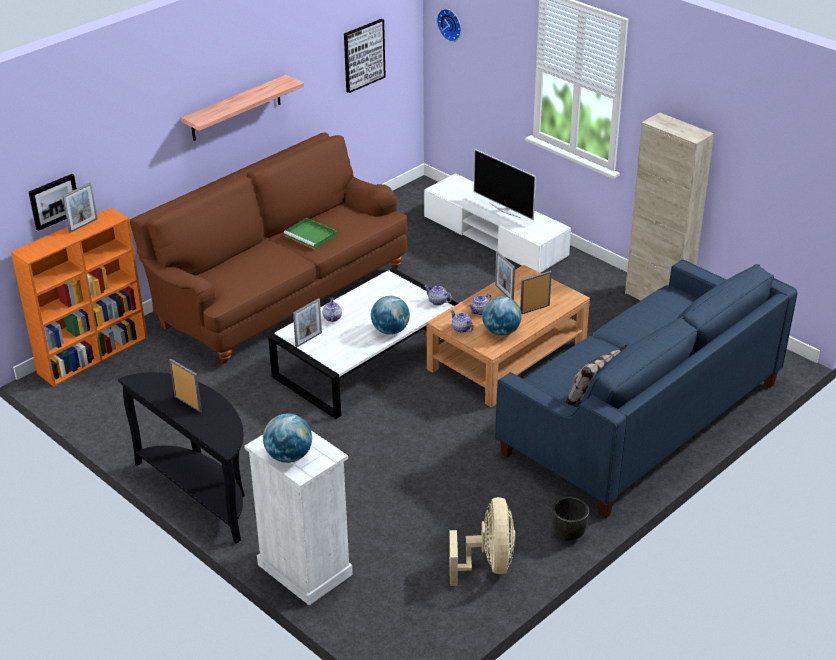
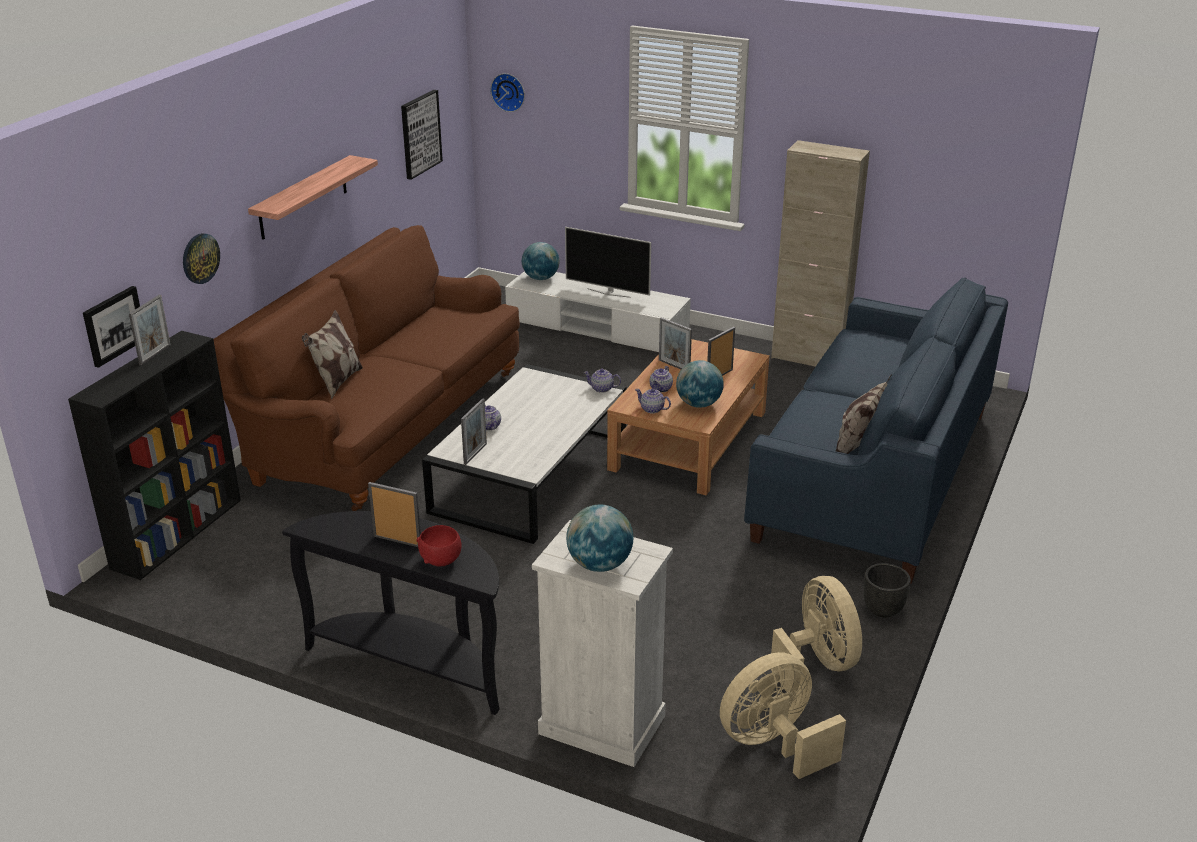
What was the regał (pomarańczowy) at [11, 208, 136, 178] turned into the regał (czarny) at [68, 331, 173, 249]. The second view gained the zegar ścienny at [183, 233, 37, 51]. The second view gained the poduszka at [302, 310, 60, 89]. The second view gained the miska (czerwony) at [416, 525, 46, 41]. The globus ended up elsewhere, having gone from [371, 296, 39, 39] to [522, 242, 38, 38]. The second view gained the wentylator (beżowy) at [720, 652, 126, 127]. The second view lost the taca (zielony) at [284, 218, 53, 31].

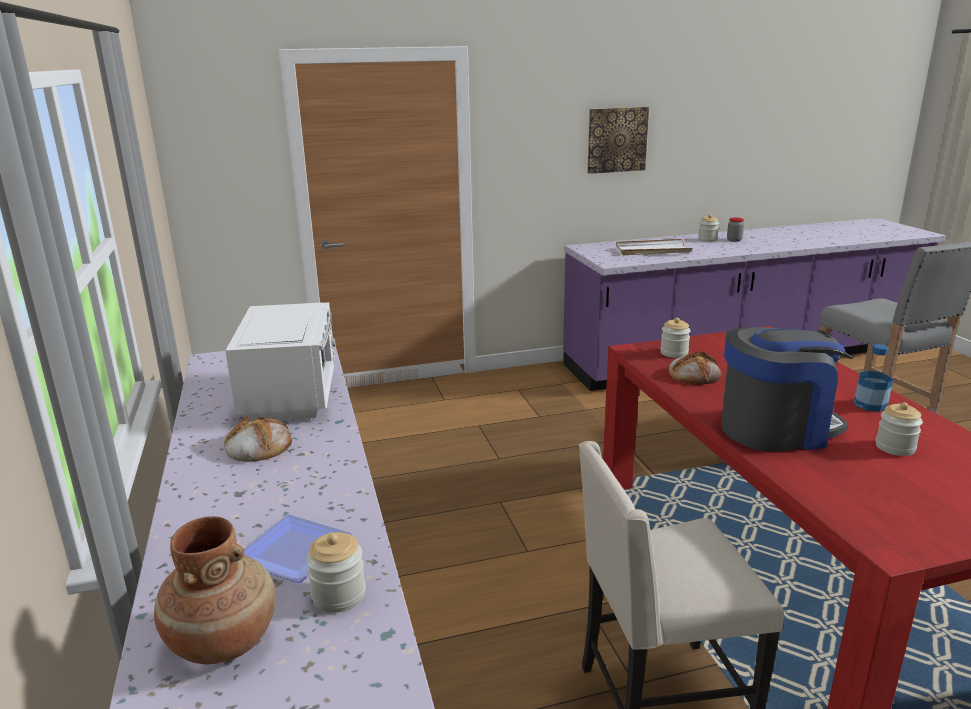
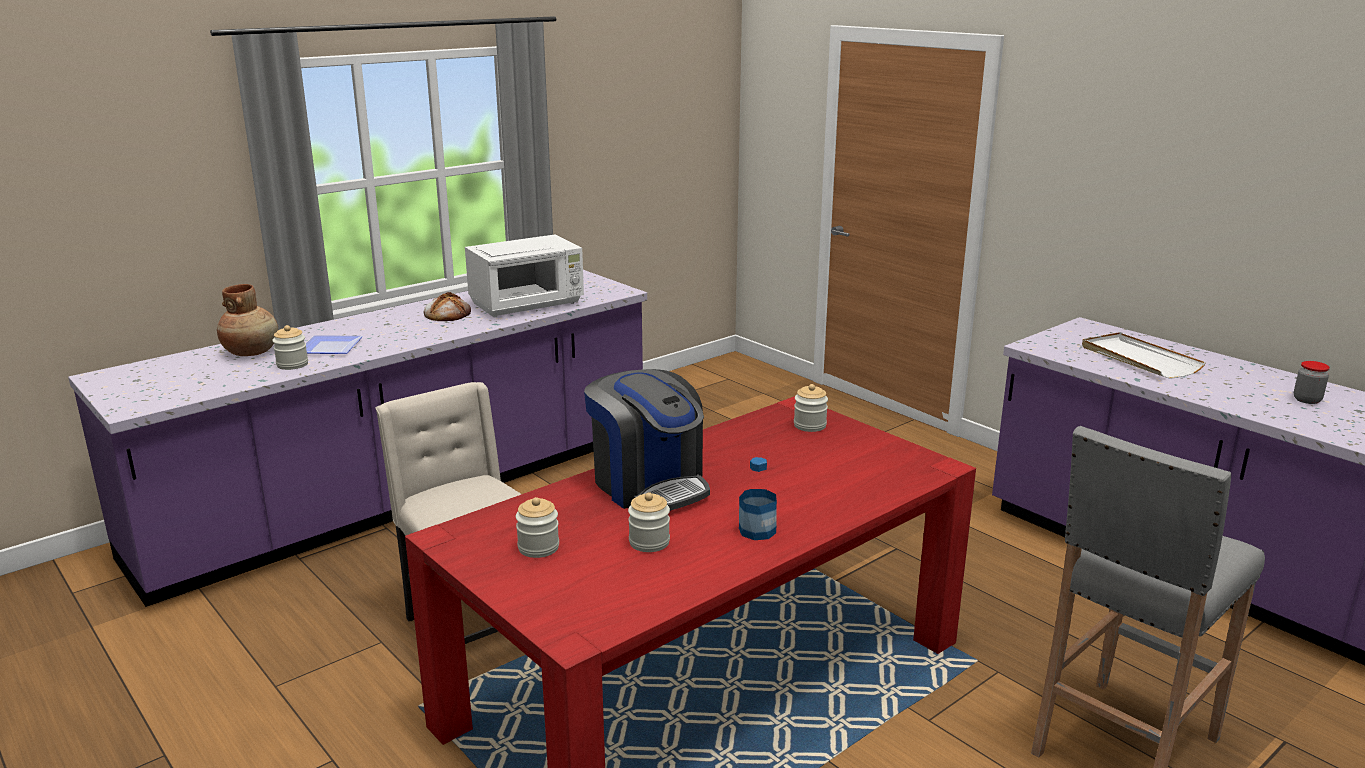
The słoik ended up elsewhere, having gone from [698, 214, 21, 28] to [516, 497, 43, 61]. The second view lost the obraz at [588, 107, 61, 67]. The second view lost the chleb at [669, 352, 52, 33].

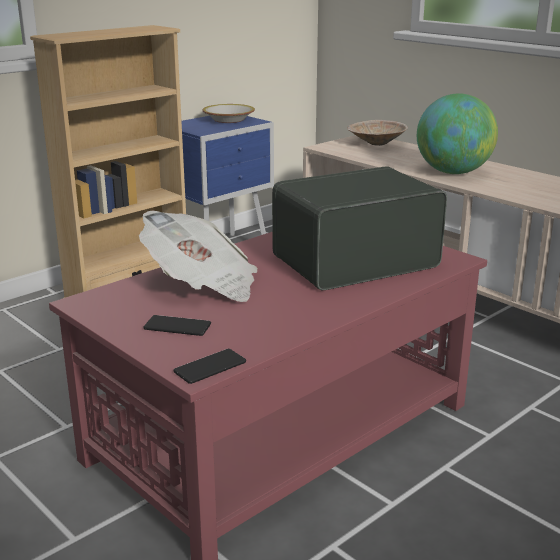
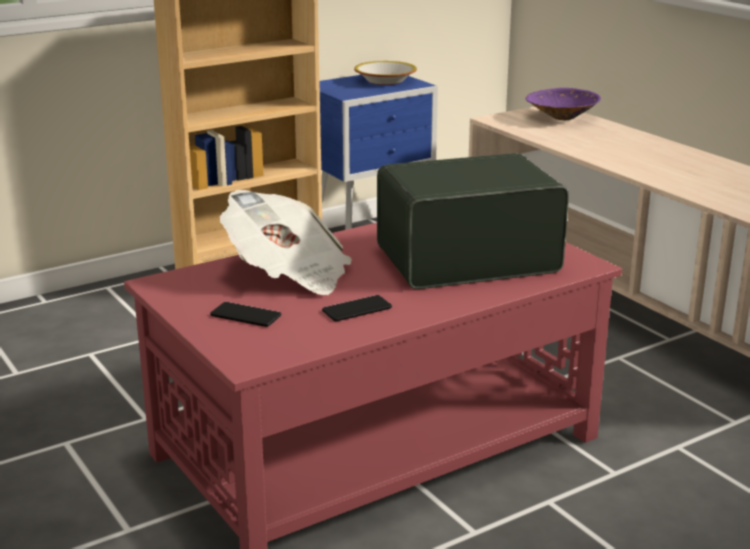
The telefon ended up elsewhere, having gone from [173, 349, 73, 35] to [322, 295, 70, 26]. What was the miska (beżowy) at [347, 120, 61, 26] turned into the miska (fioletowy) at [526, 88, 75, 32]. The second view lost the globus at [417, 93, 81, 81].

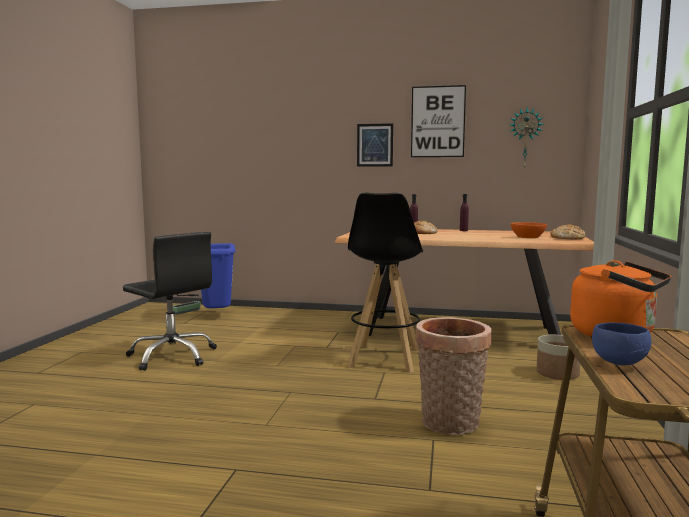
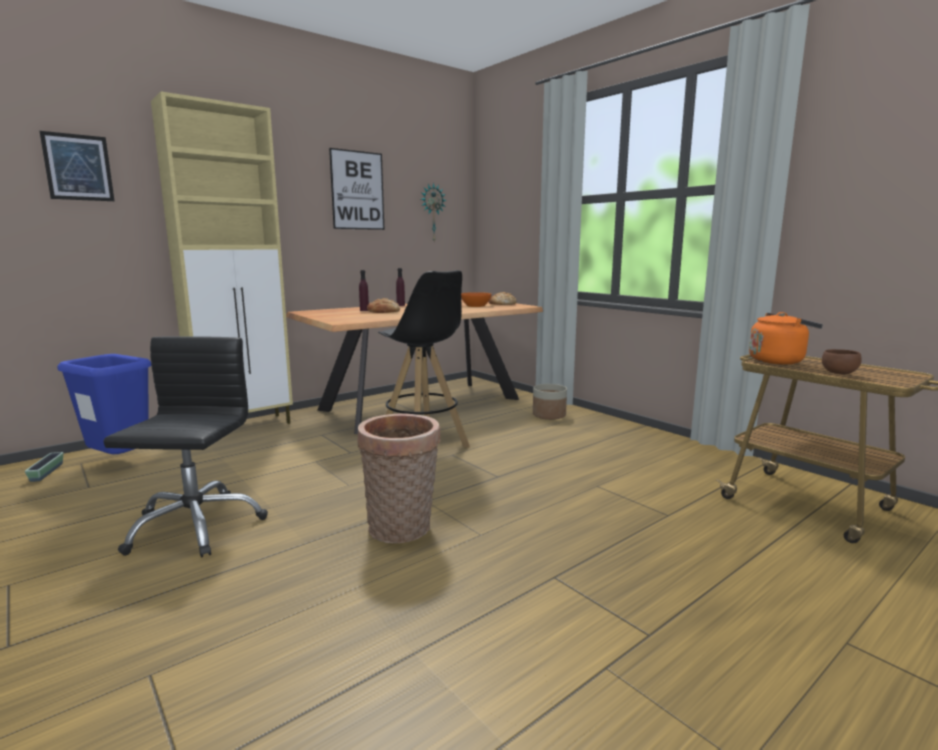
The obraz ended up elsewhere, having gone from [357, 123, 36, 44] to [39, 131, 76, 70]. The krzesło biurowe (czarny) at [123, 232, 94, 139] ended up facing another way, 75 degrees counterclockwise from before. The second view gained the szafka (beżowy) at [151, 91, 142, 333]. The koszyk ended up elsewhere, having gone from [415, 317, 76, 117] to [358, 414, 82, 129]. What was the miska (niebieski) at [592, 323, 59, 42] turned into the miska (brązowy) at [822, 349, 40, 25].

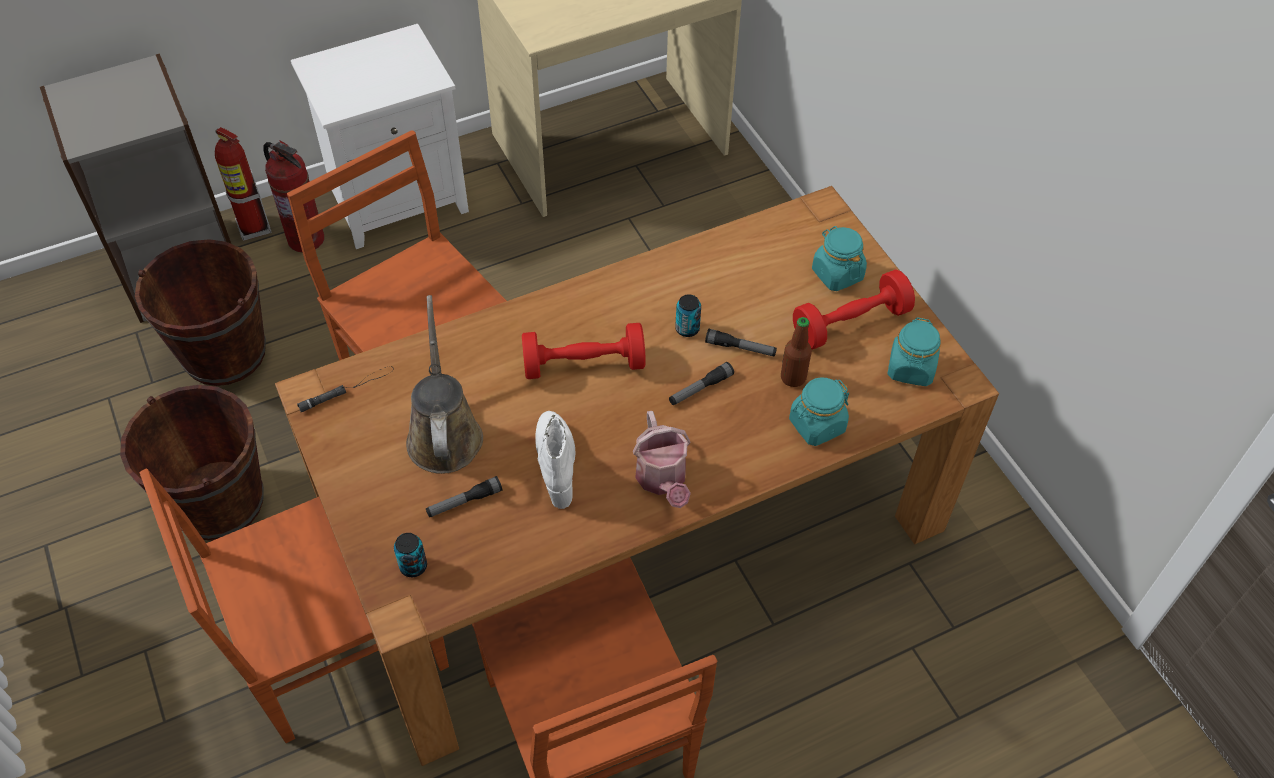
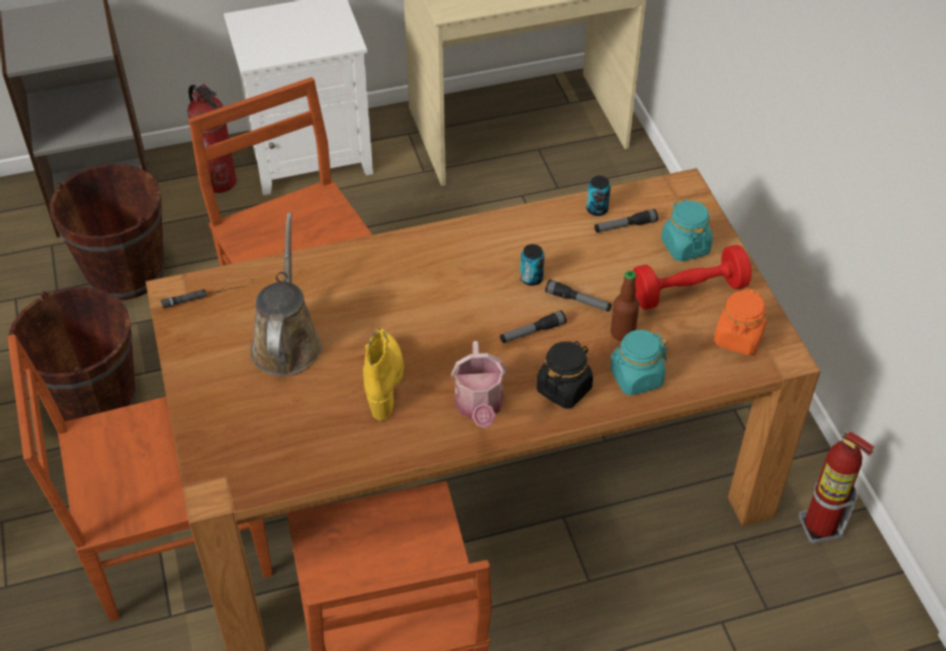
What was the but z cholewką (biały) at [535, 411, 41, 98] turned into the but z cholewką (żółty) at [363, 328, 41, 93]. The second view gained the słoik (czarny) at [536, 341, 57, 68]. The puszka ended up elsewhere, having gone from [394, 533, 33, 44] to [586, 176, 25, 40]. The latarka ended up elsewhere, having gone from [426, 476, 76, 41] to [594, 209, 64, 23]. What was the słoik (turkusowy) at [888, 317, 53, 69] turned into the słoik (pomarańczowy) at [714, 288, 53, 67]. The gaśnica ended up elsewhere, having gone from [215, 127, 56, 114] to [798, 431, 77, 113]. The second view lost the hantel (czerwony) at [522, 323, 124, 56].

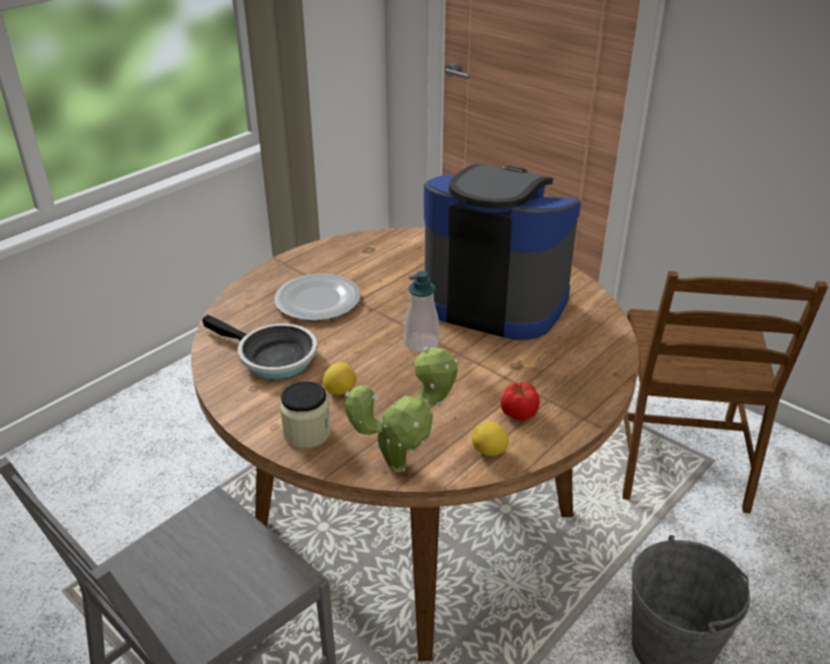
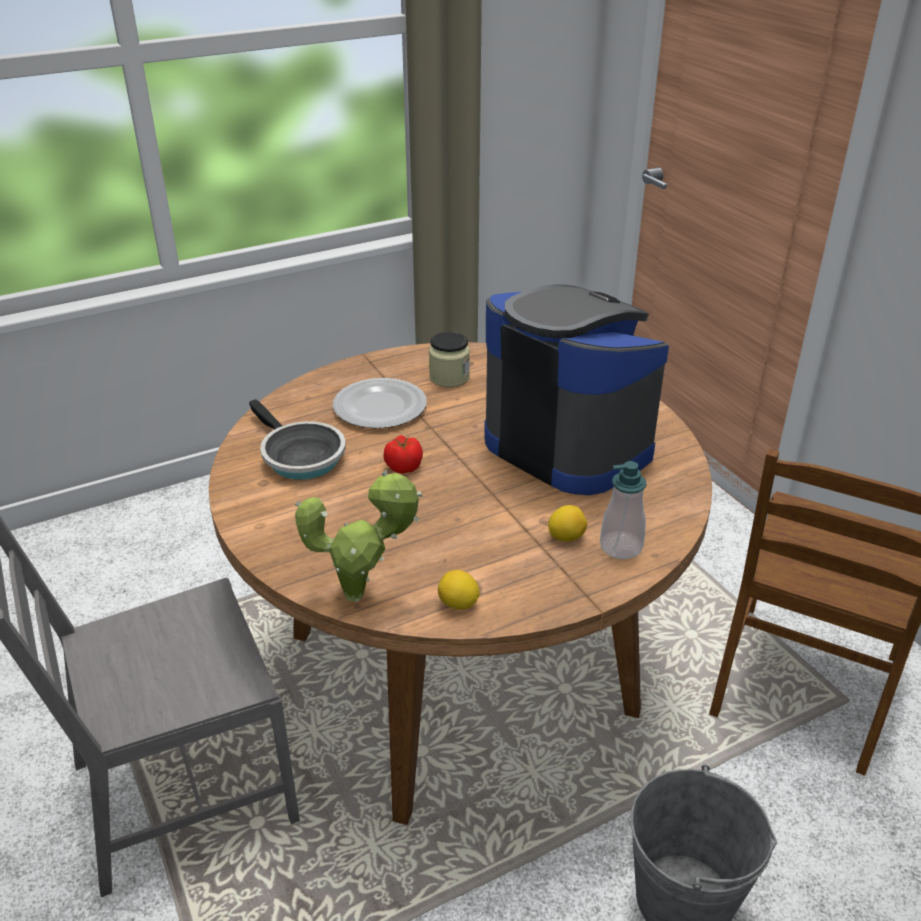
The pomidor ended up elsewhere, having gone from [501, 382, 39, 38] to [383, 435, 40, 39]. The słoik ended up elsewhere, having gone from [280, 381, 51, 67] to [429, 332, 41, 55]. The cytryna ended up elsewhere, having gone from [323, 362, 34, 33] to [548, 505, 39, 37]. The dozownik mydła ended up elsewhere, having gone from [404, 271, 35, 81] to [600, 461, 47, 98].

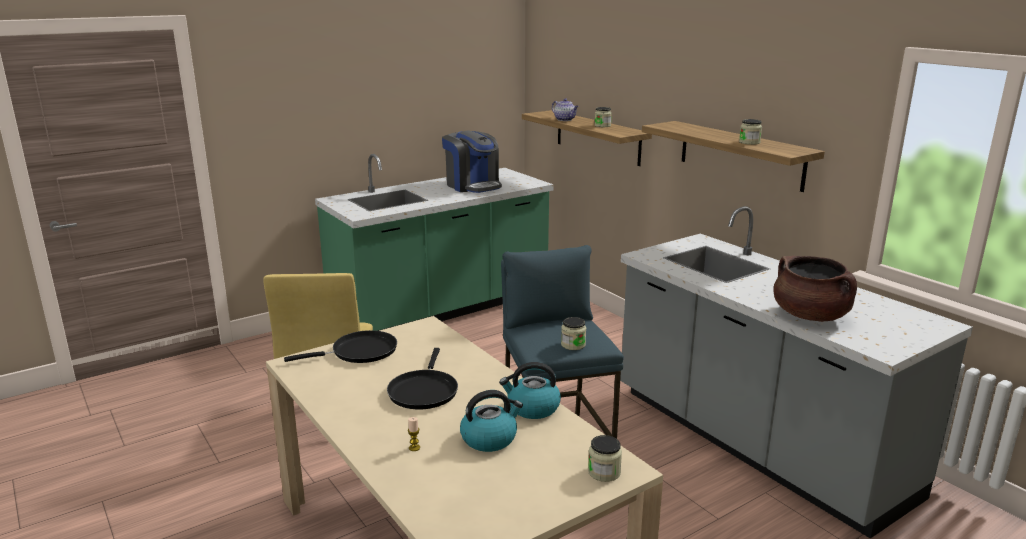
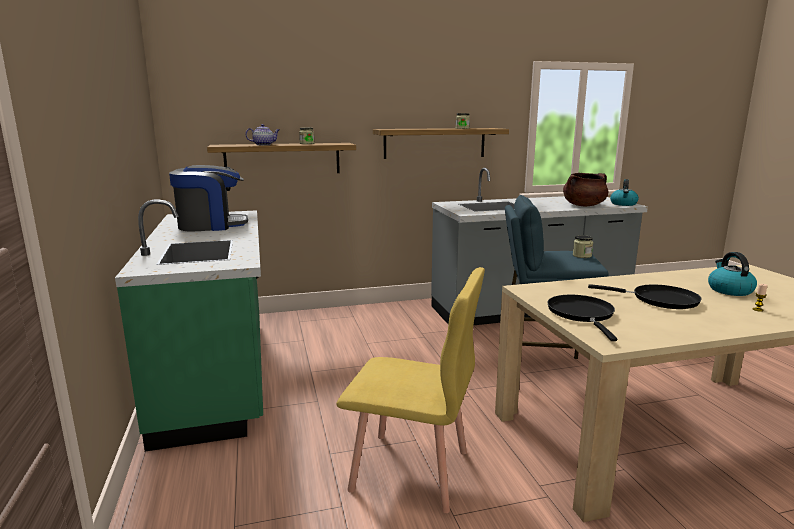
The czajnik ended up elsewhere, having gone from [499, 362, 62, 57] to [610, 179, 29, 27]. The second view lost the słoik at [588, 435, 34, 47].

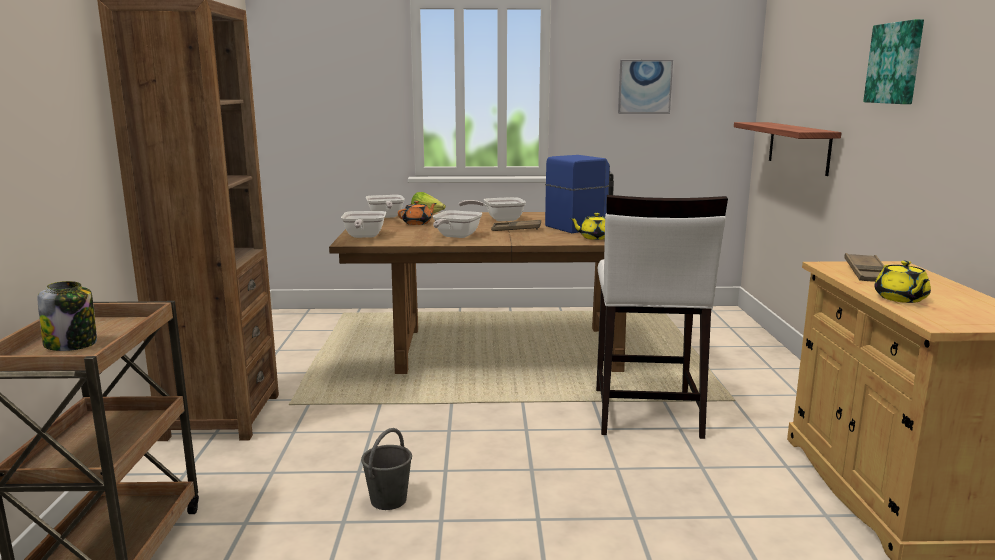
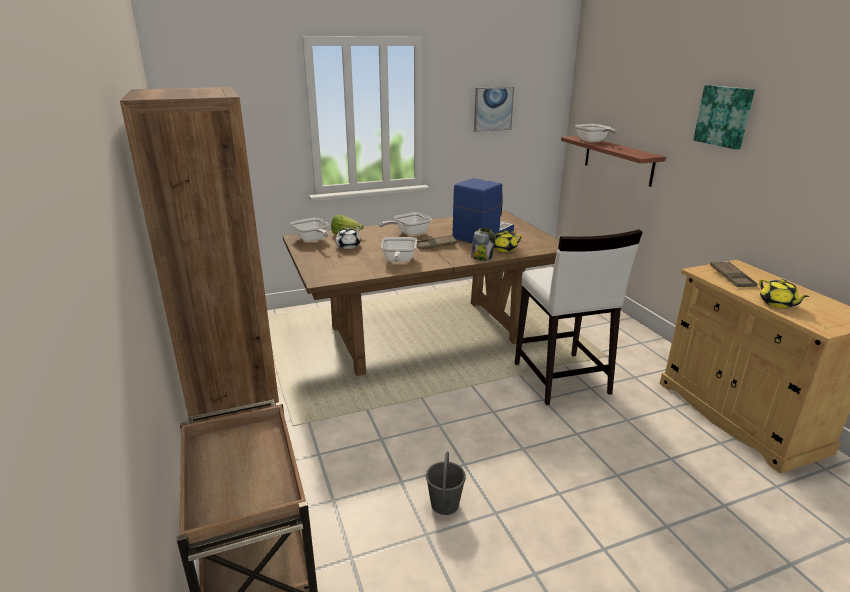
What was the imbryk (pomarańczowy) at [398, 201, 39, 24] turned into the imbryk (biały) at [335, 226, 25, 23]. The słoik ended up elsewhere, having gone from [38, 281, 59, 70] to [471, 228, 24, 33]. The patelnia ended up elsewhere, having gone from [341, 211, 45, 27] to [575, 124, 42, 18].

